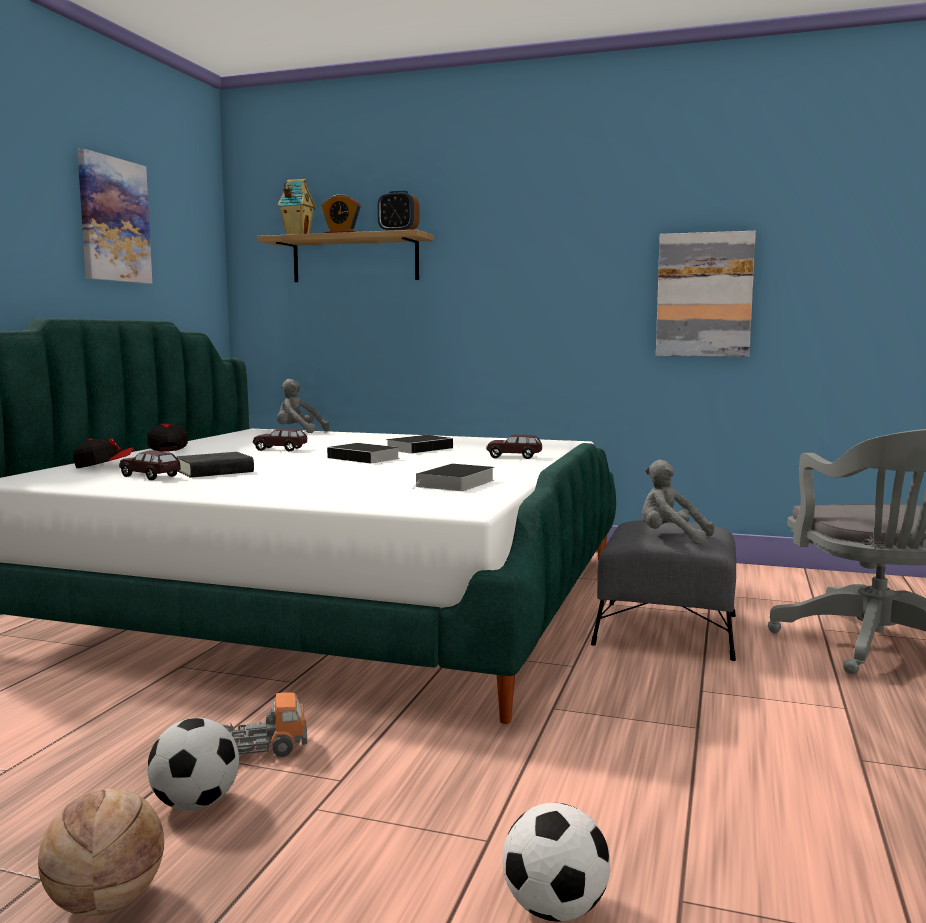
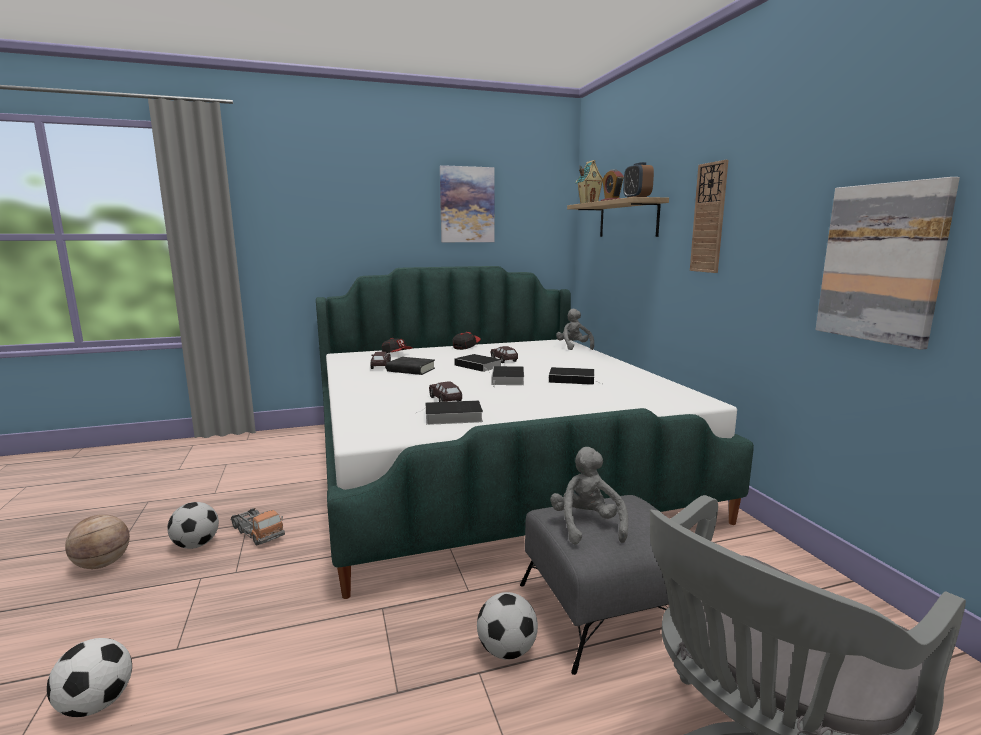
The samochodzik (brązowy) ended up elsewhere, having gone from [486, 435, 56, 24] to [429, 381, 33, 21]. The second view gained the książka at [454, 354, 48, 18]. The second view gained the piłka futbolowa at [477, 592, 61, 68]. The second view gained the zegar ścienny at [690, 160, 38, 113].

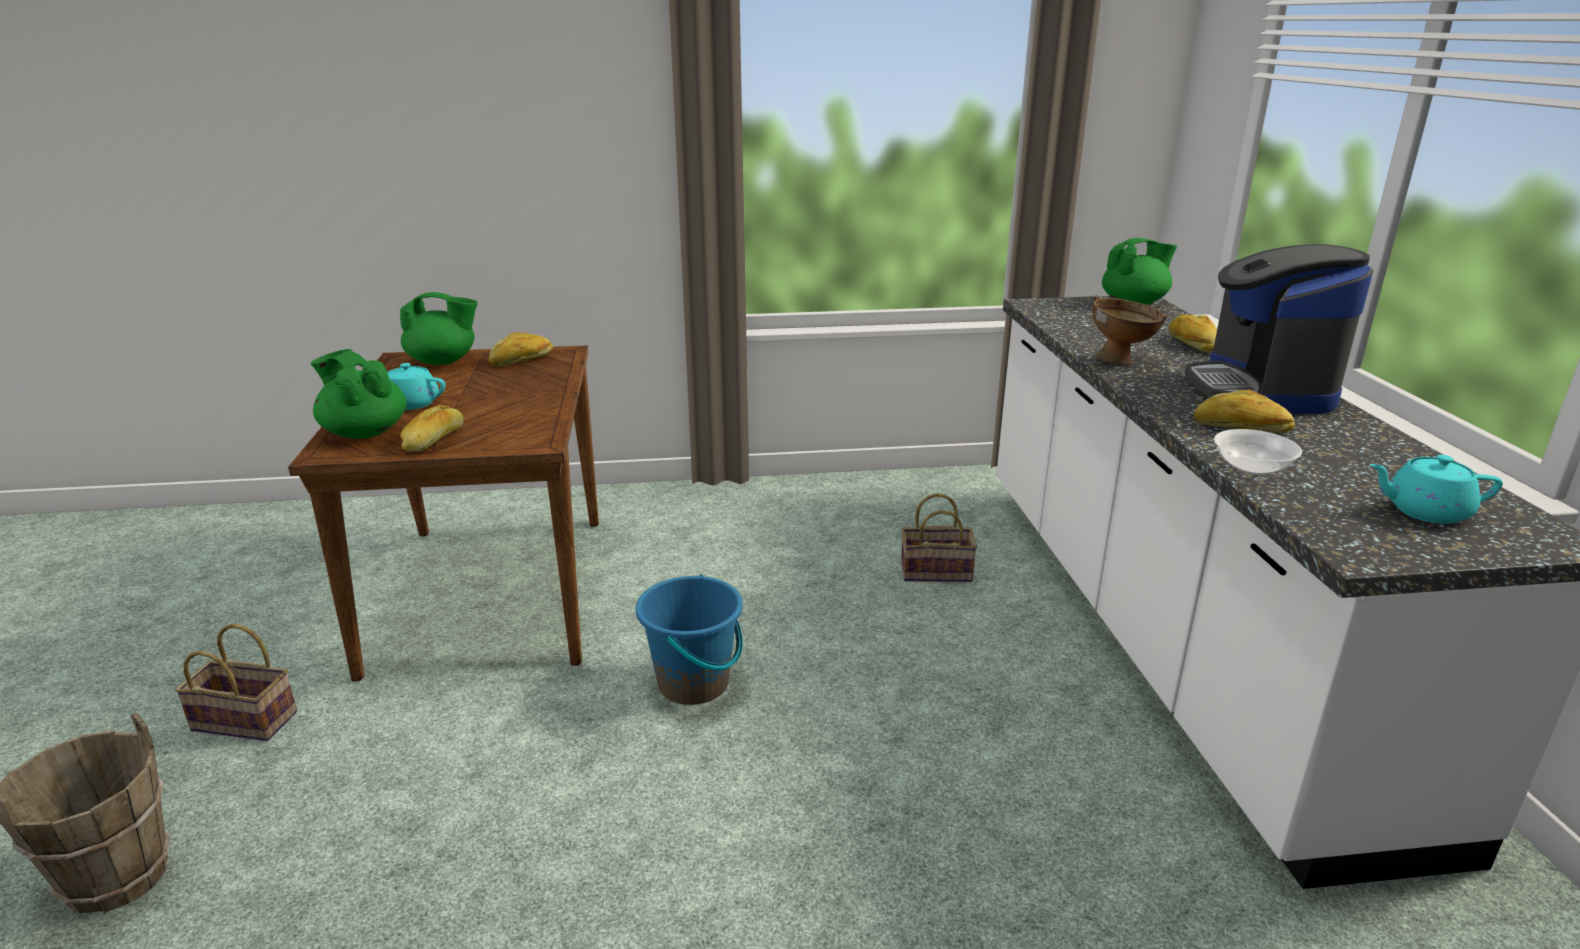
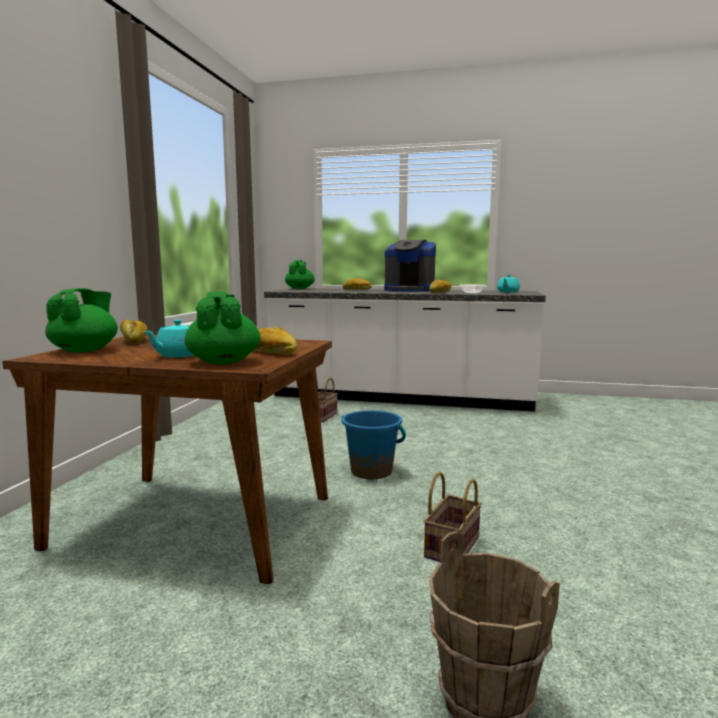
The imbryk (zielony) at [310, 349, 97, 90] ended up facing another way, 105 degrees clockwise from before. The koszyk ended up elsewhere, having gone from [175, 623, 122, 118] to [424, 472, 58, 90]. The second view lost the miska (brązowy) at [1093, 295, 75, 70].

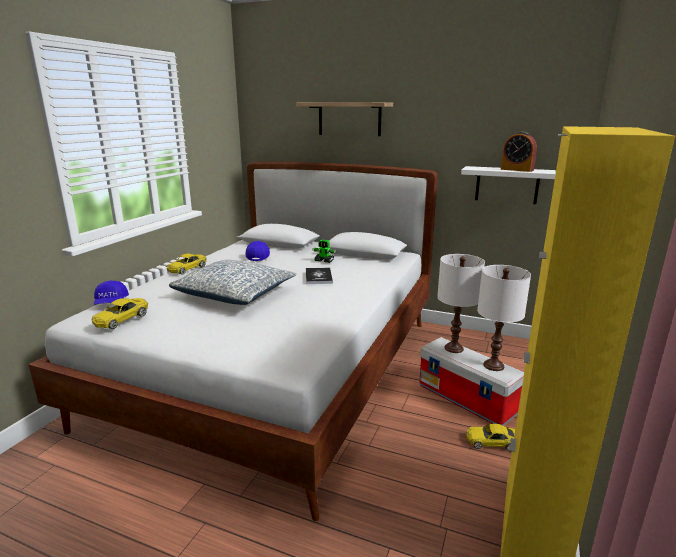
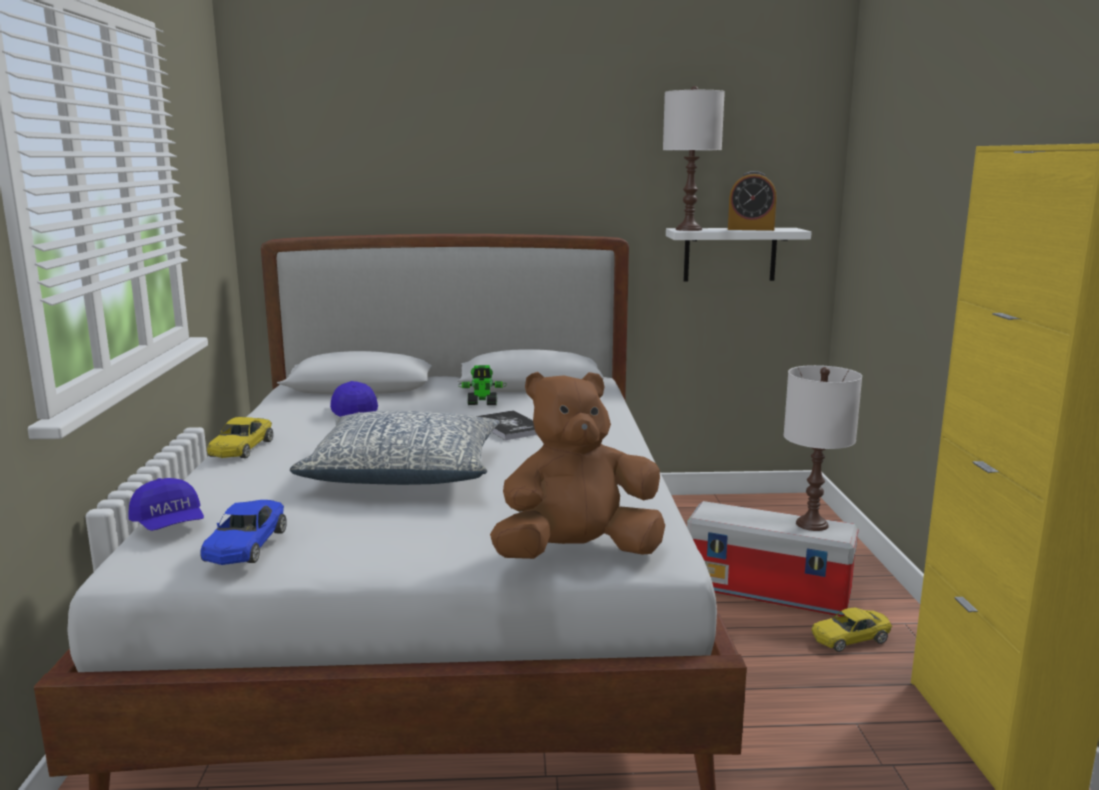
What was the samochodzik (żółty) at [92, 298, 56, 31] turned into the samochodzik (niebieski) at [200, 500, 87, 65]. The second view gained the pluszak (brązowy) at [490, 372, 175, 187]. The lampa stołowa (biały) ended up elsewhere, having gone from [437, 254, 48, 99] to [663, 86, 62, 145]. The second view lost the półka at [296, 102, 97, 34].

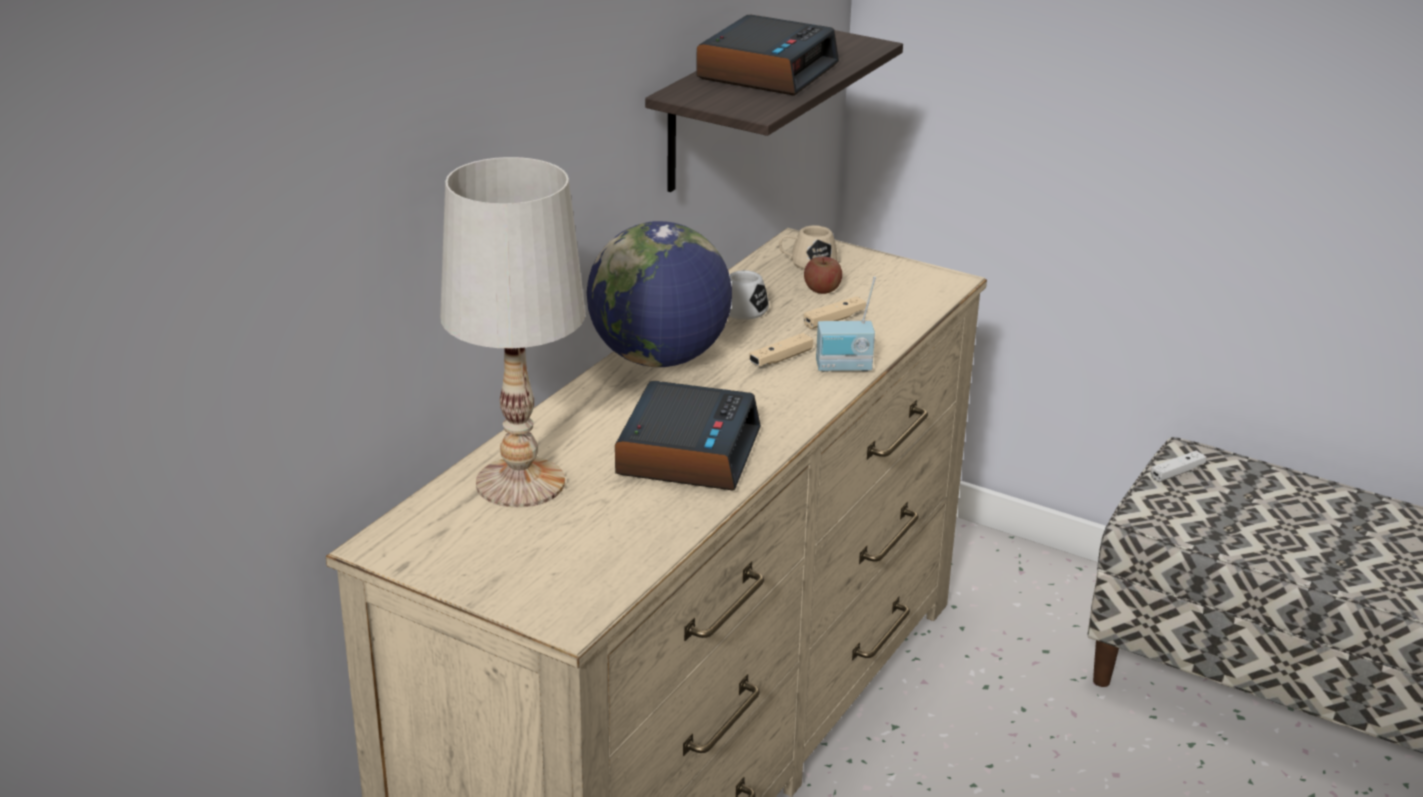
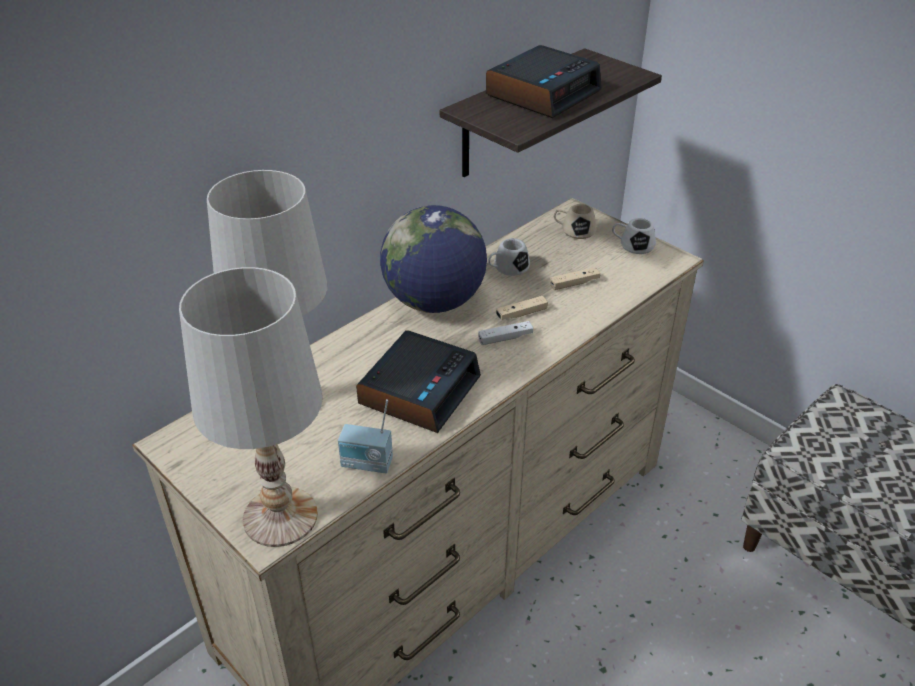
The second view gained the lampa stołowa (biały) at [179, 267, 144, 280]. The radio ended up elsewhere, having gone from [816, 276, 60, 96] to [338, 399, 55, 74]. The pad do gier (biały) ended up elsewhere, having gone from [1151, 450, 55, 32] to [478, 321, 55, 24]. The second view gained the kubek (biały) at [612, 218, 44, 36]. The second view lost the jabłko at [804, 257, 38, 37].

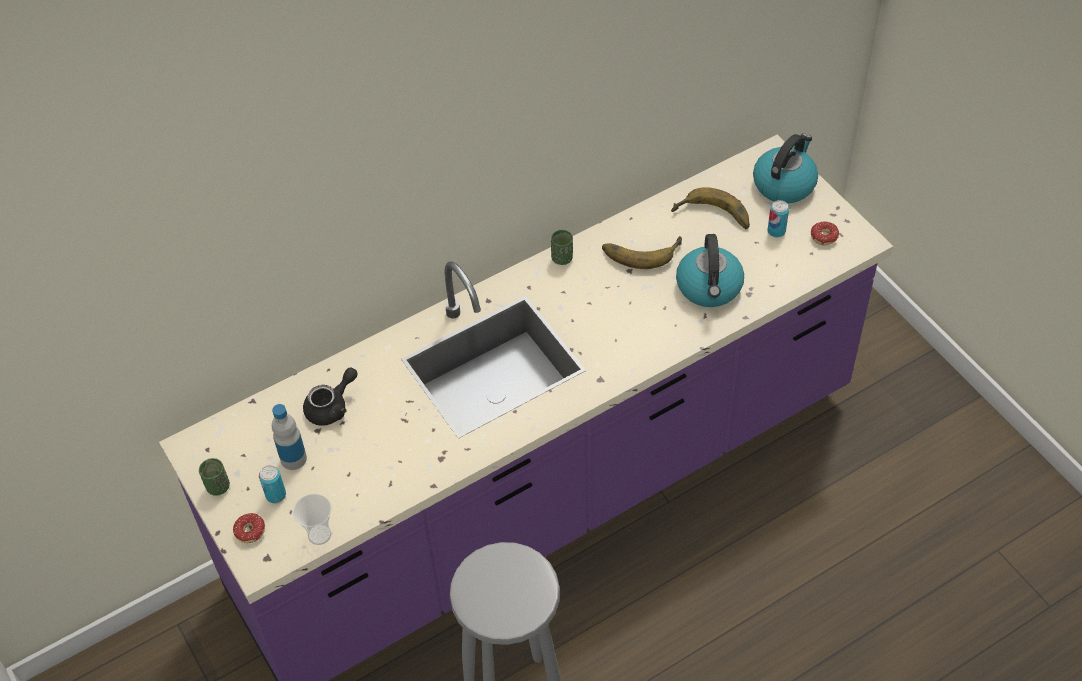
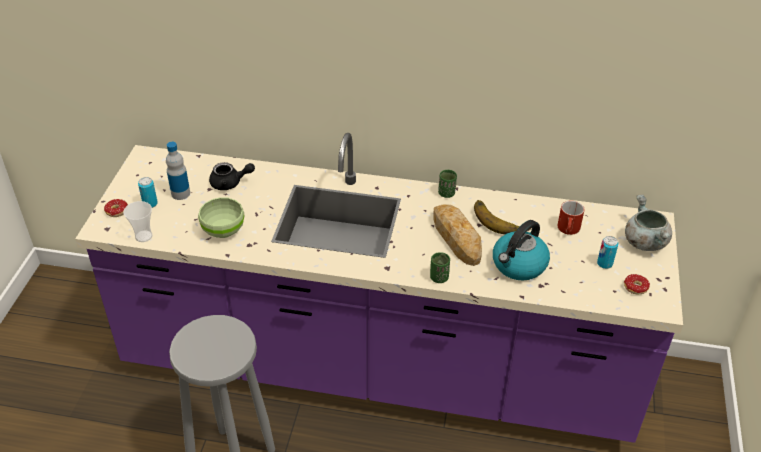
The second view gained the miska (zielony) at [198, 197, 46, 41]. The filiżanka (zielony) ended up elsewhere, having gone from [199, 458, 31, 38] to [430, 252, 20, 31]. The second view gained the chleb at [433, 204, 49, 62]. Where the banan stood at [671, 187, 79, 43], the kubek (czerwony) came to stand at [558, 201, 27, 34]. Where the czajnik stood at [753, 133, 65, 70], the garnek (szary) came to stand at [625, 194, 47, 57].

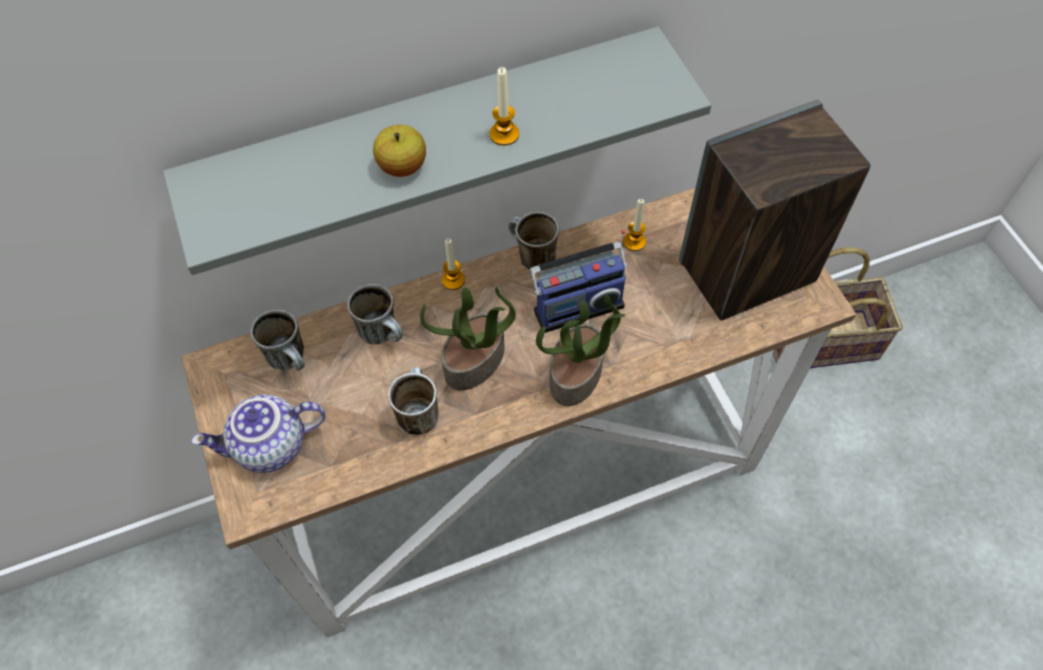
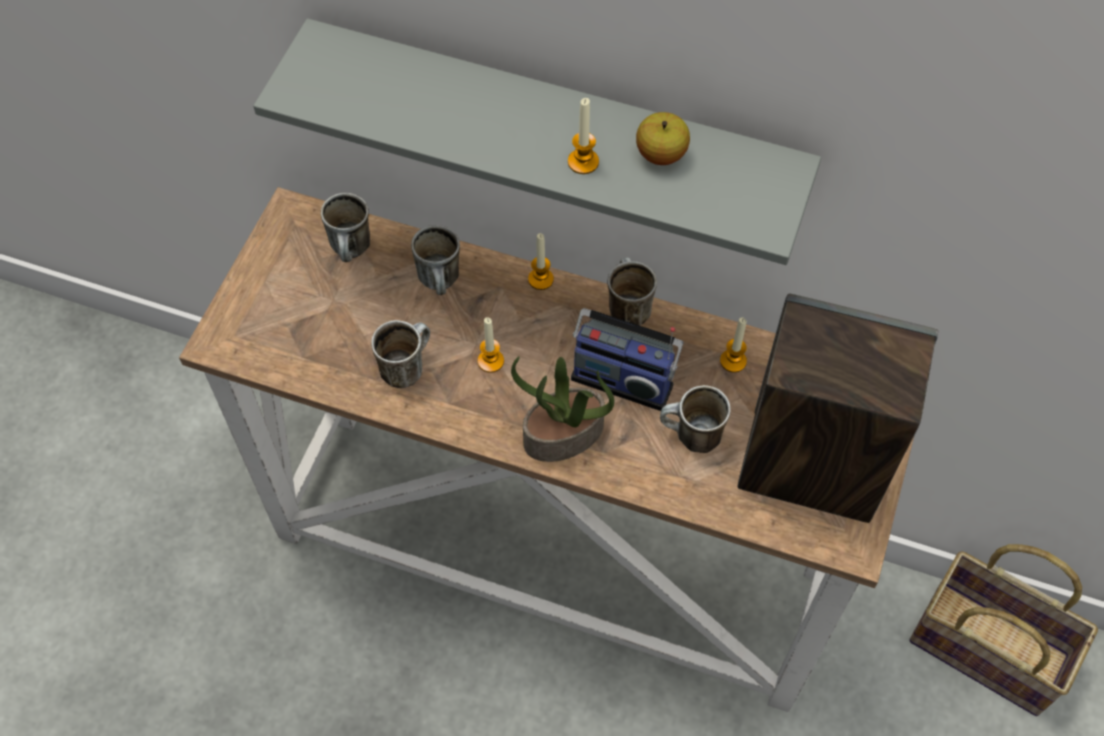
Where the roślina doniczkowa stood at [420, 287, 96, 104], the świeca came to stand at [478, 317, 26, 56]. The jabłko ended up elsewhere, having gone from [373, 125, 53, 52] to [636, 112, 54, 53]. The second view gained the kubek at [660, 385, 71, 68]. The second view lost the imbryk at [191, 394, 135, 79].

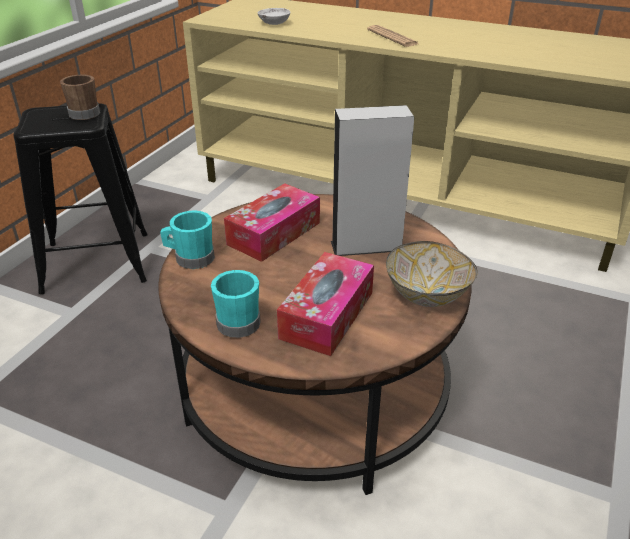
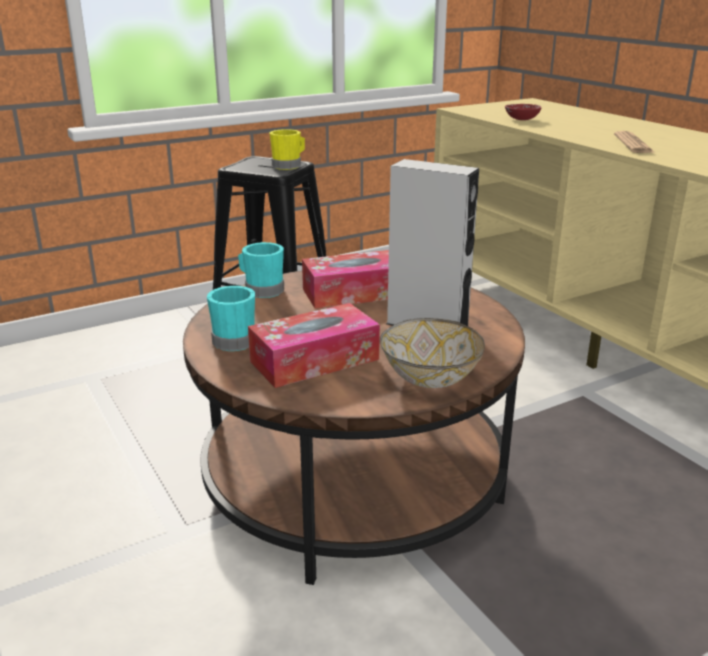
What was the kubek (brązowy) at [60, 75, 40, 45] turned into the kubek (żółty) at [269, 129, 36, 41]. What was the miska (biały) at [257, 8, 33, 17] turned into the miska (czerwony) at [505, 104, 36, 16].

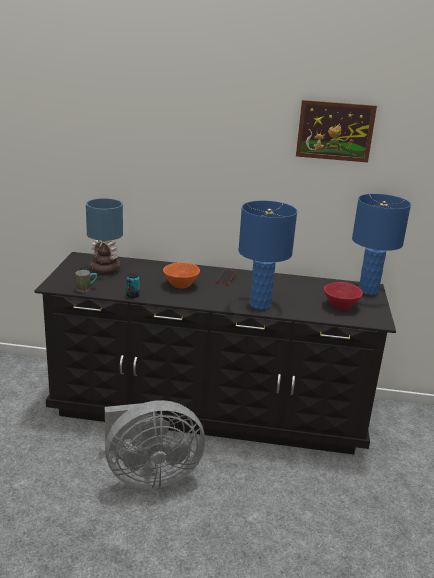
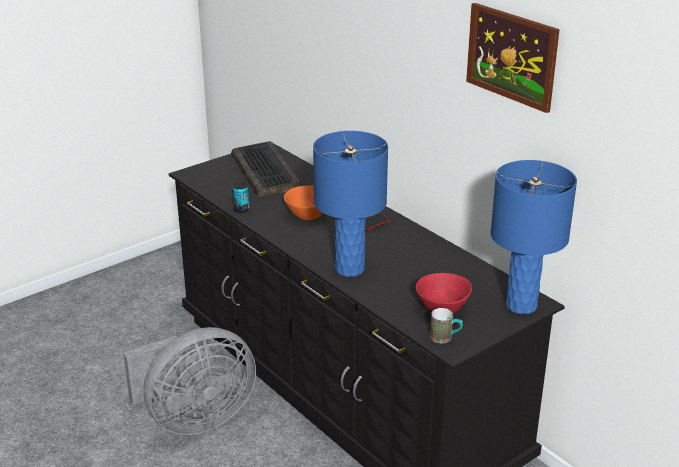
The wentylator (szary) at [105, 400, 100, 89] ended up facing another way, 60 degrees counterclockwise from before. Where the lampa stołowa stood at [86, 198, 37, 76], the klawiatura came to stand at [231, 142, 71, 55]. The kubek ended up elsewhere, having gone from [76, 270, 21, 22] to [430, 308, 33, 35].

